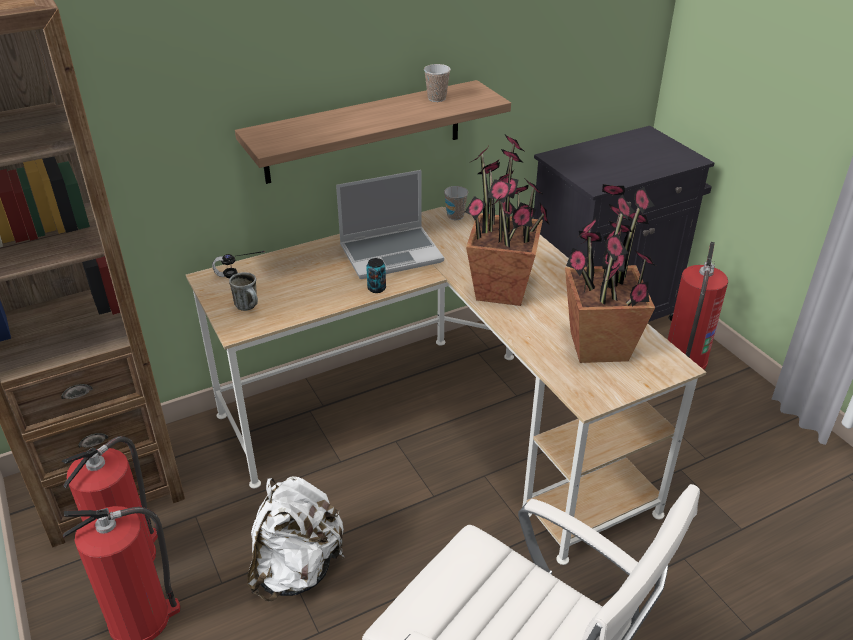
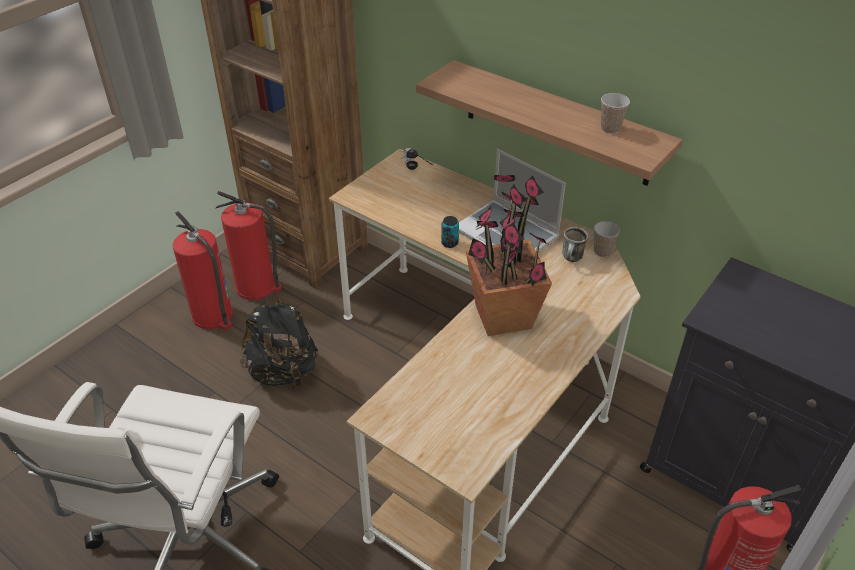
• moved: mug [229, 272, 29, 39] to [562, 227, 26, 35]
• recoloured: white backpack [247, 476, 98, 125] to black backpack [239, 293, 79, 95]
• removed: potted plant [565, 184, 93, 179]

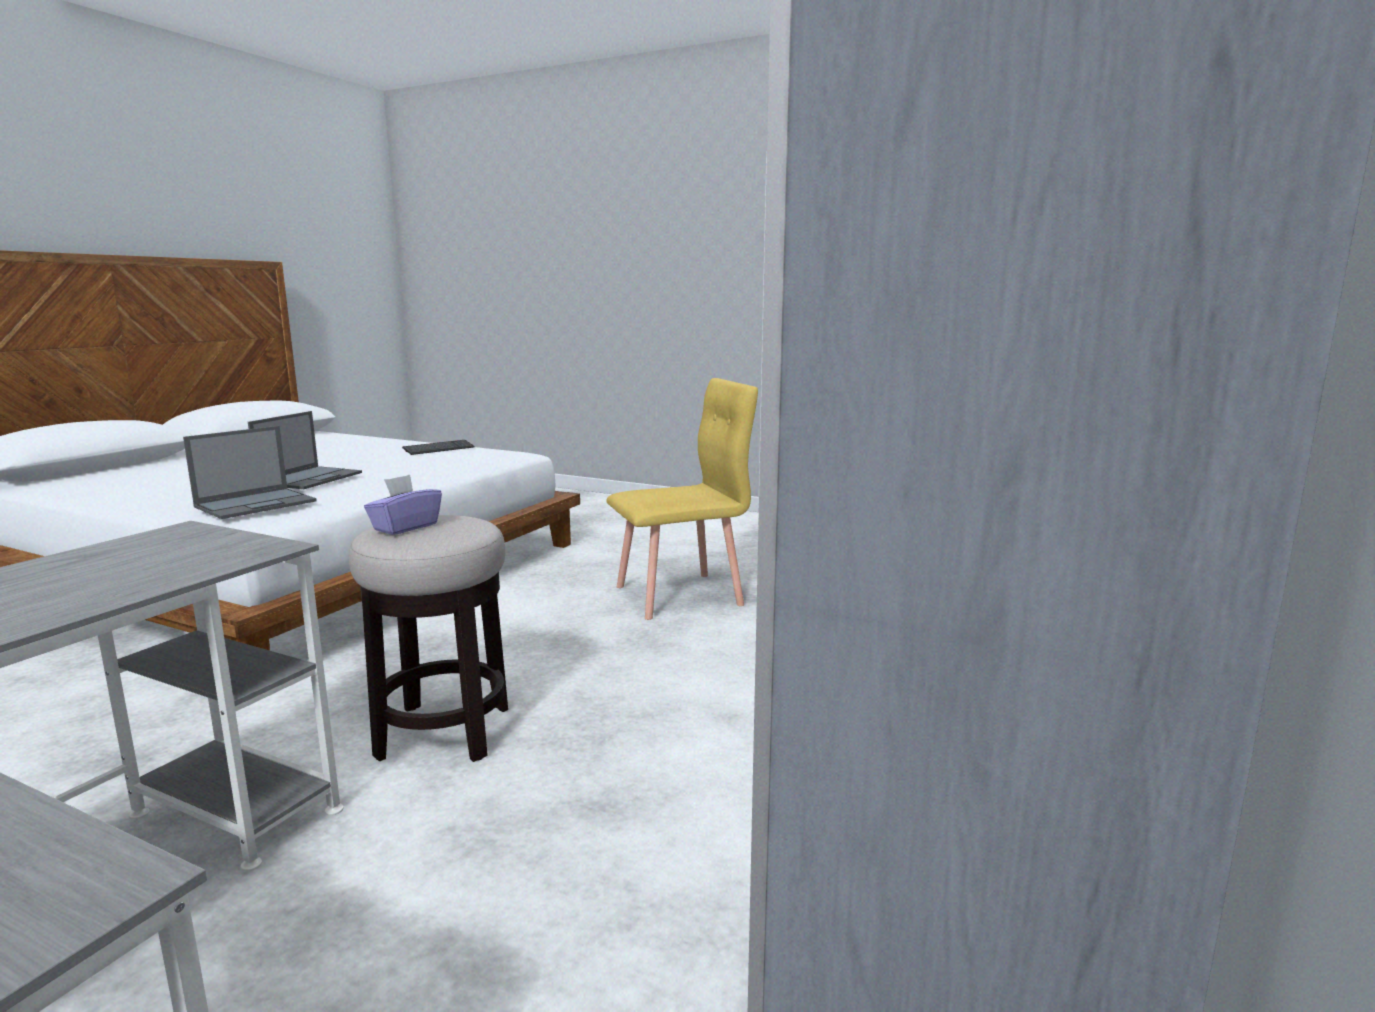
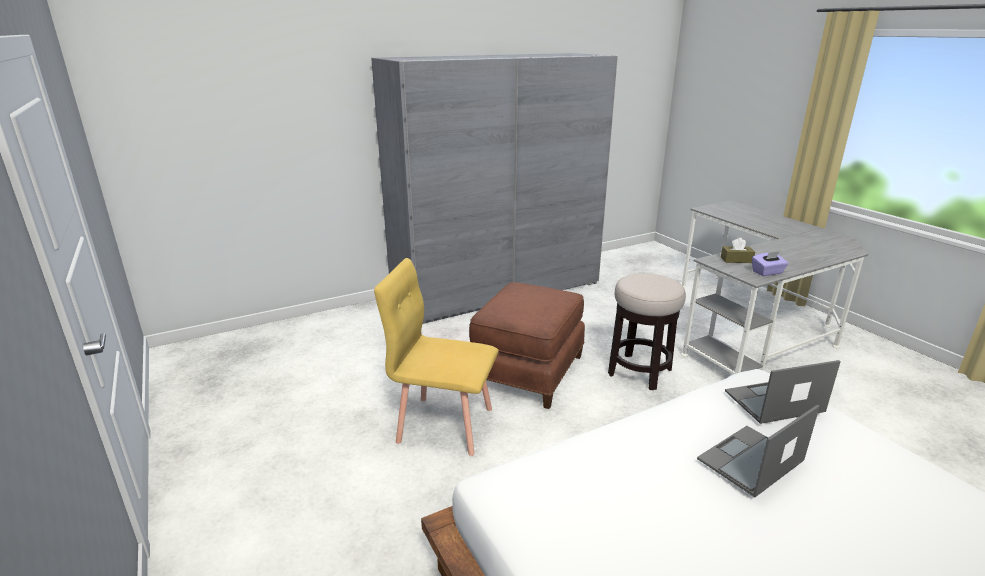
• moved: purple tissue box [364, 475, 78, 60] to [752, 251, 36, 25]
• removed: keyboard [402, 440, 73, 15]
• added: brown ottoman [469, 282, 116, 127]
• added: brown tissue box [721, 238, 34, 25]

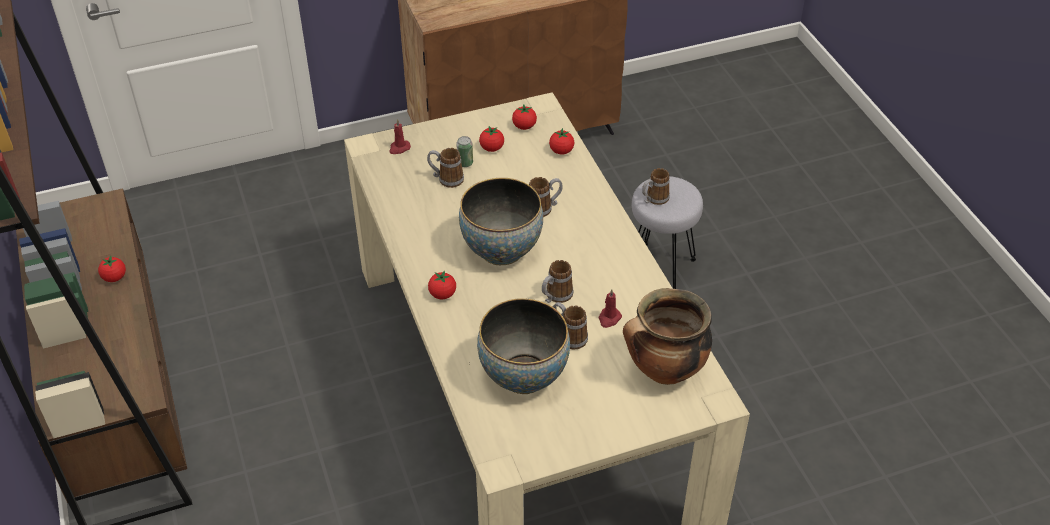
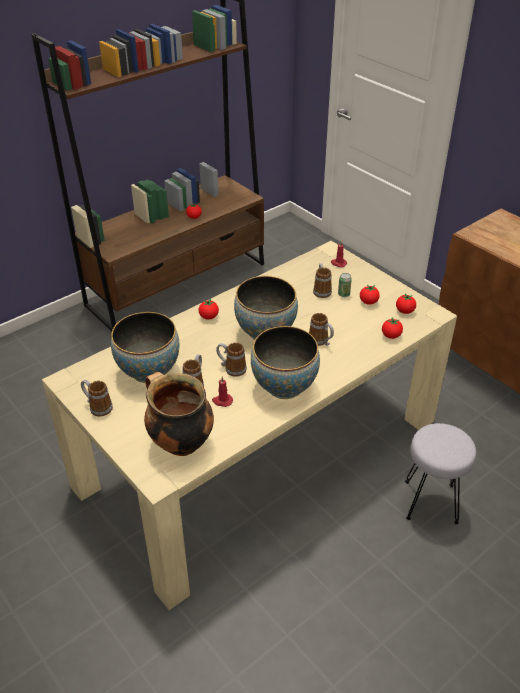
• moved: mug [642, 168, 28, 37] to [81, 380, 32, 37]
• added: bowl [251, 326, 69, 73]

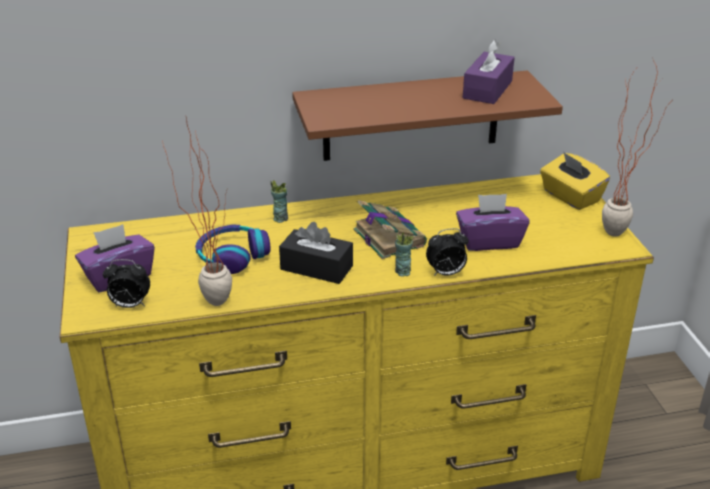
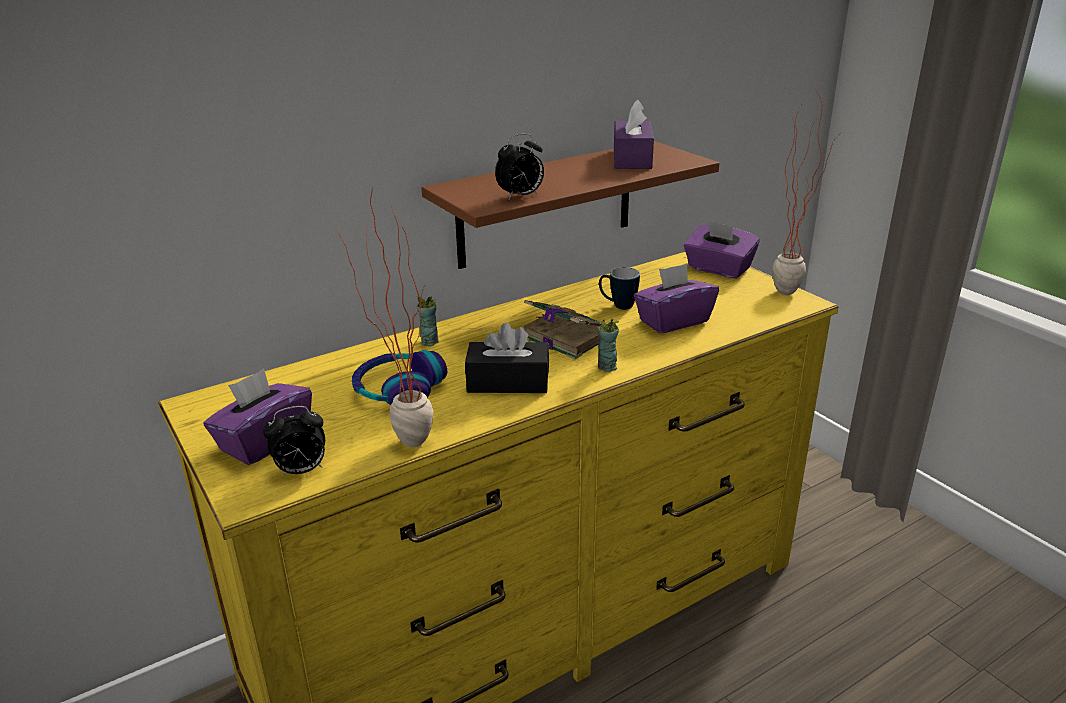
• moved: alarm clock [426, 228, 43, 48] to [495, 133, 49, 66]
• recoloured: yellow tissue box [540, 152, 70, 58] to purple tissue box [684, 220, 76, 59]
• added: mug [599, 267, 41, 43]

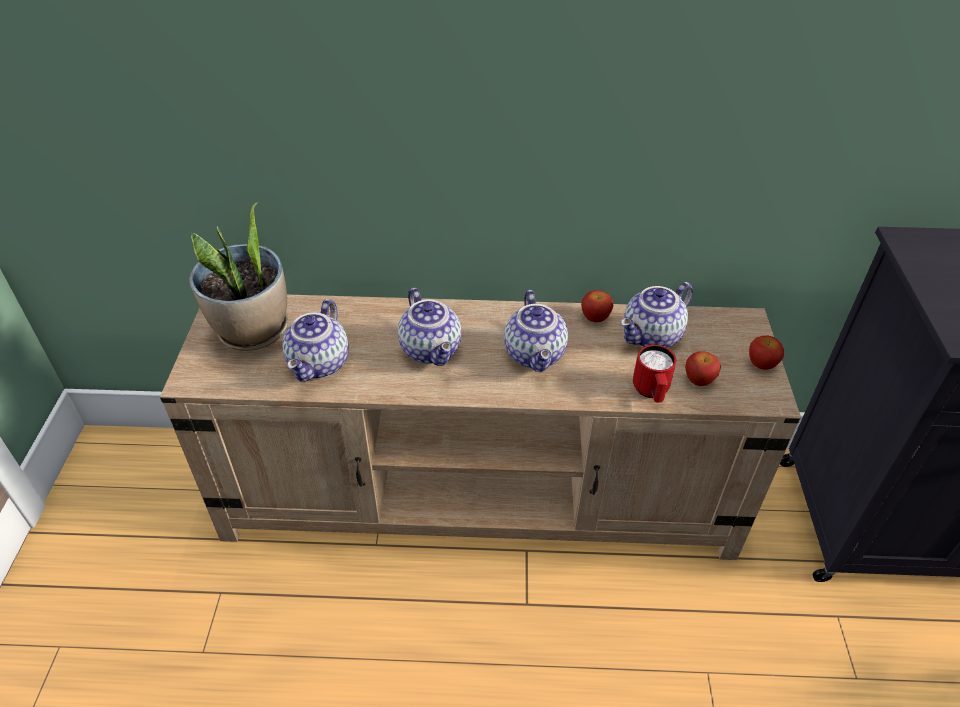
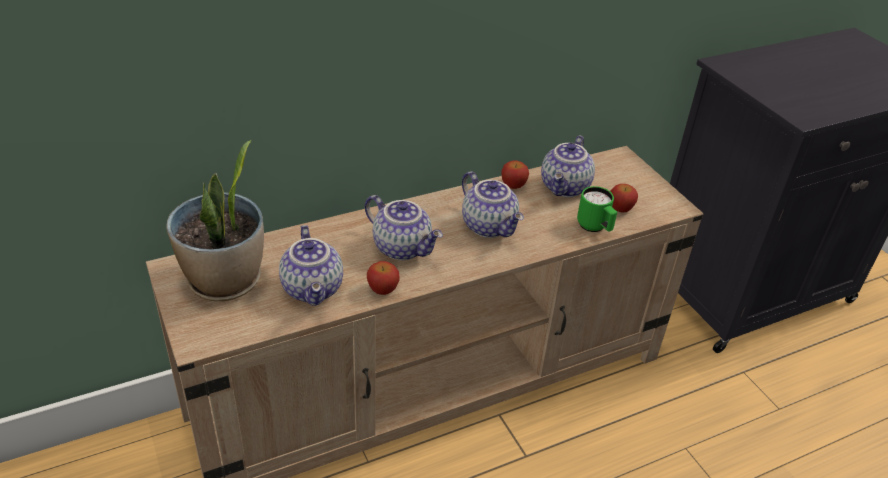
• recoloured: red mug [633, 345, 43, 58] to green mug [577, 186, 40, 46]
• moved: apple [749, 336, 35, 34] to [367, 261, 33, 34]

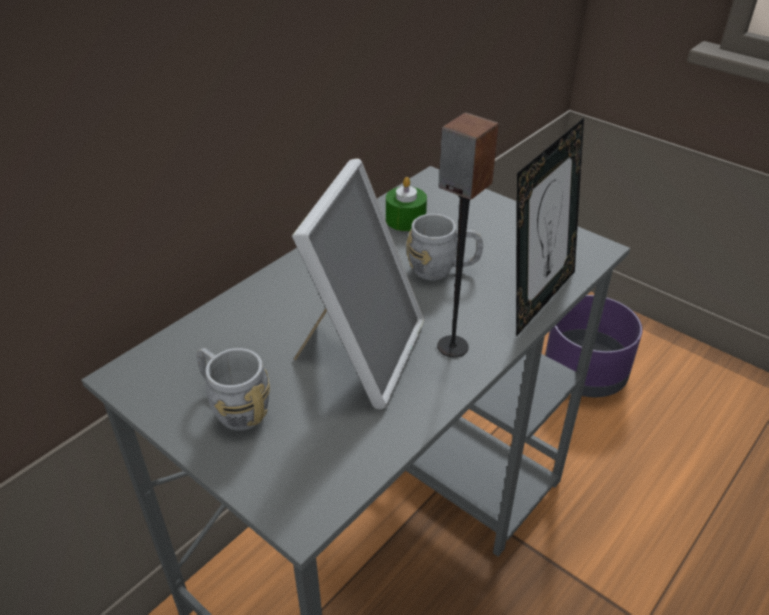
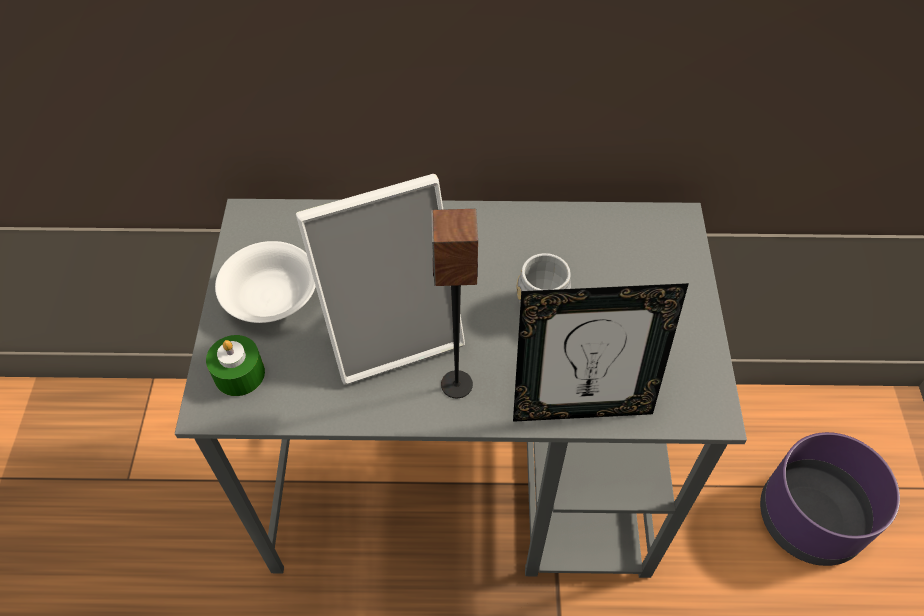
• replaced: grey mug [197, 348, 73, 83] to white bowl [215, 241, 101, 82]
• moved: green candle [386, 177, 41, 54] to [206, 335, 59, 61]

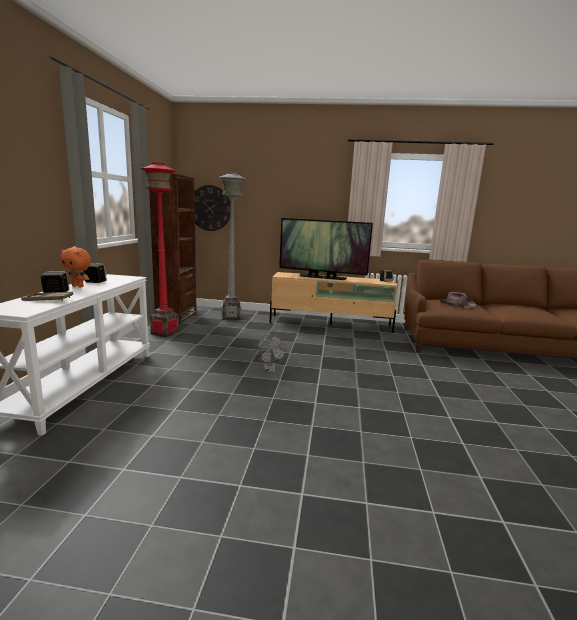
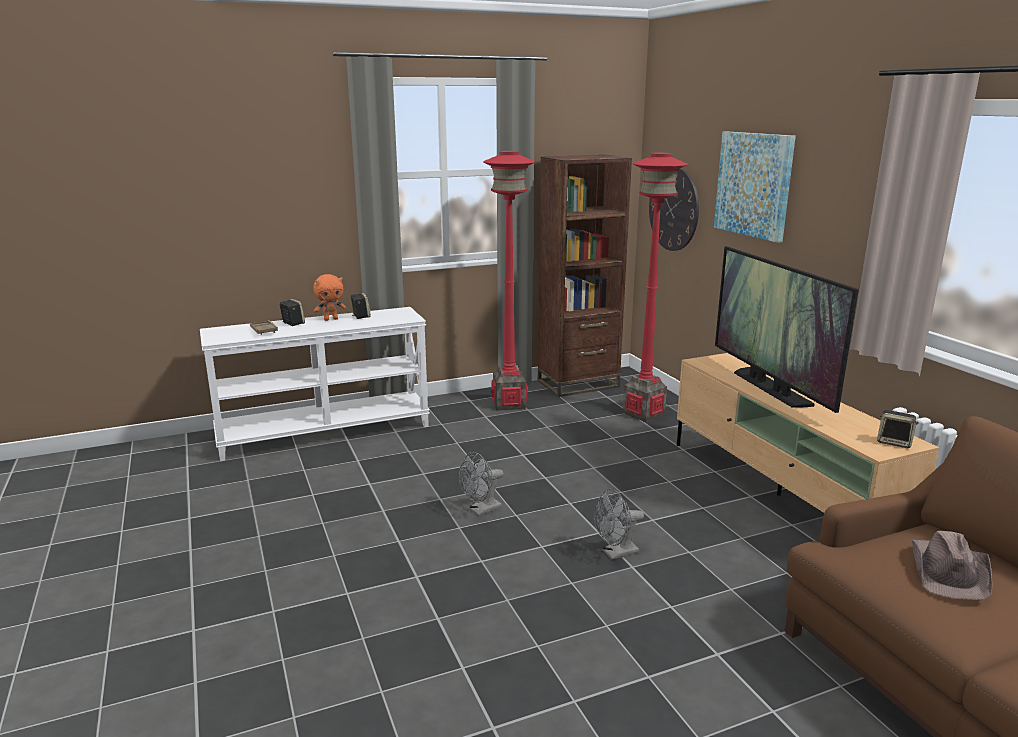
• turned: orange plush toy [60, 247, 31, 40] = [313, 274, 33, 47] 105 degrees counterclockwise
• recoloured: grey floor lamp [218, 172, 29, 148] to red floor lamp [623, 153, 65, 269]
• added: grey fan [594, 489, 50, 71]
• added: picture [714, 131, 82, 112]

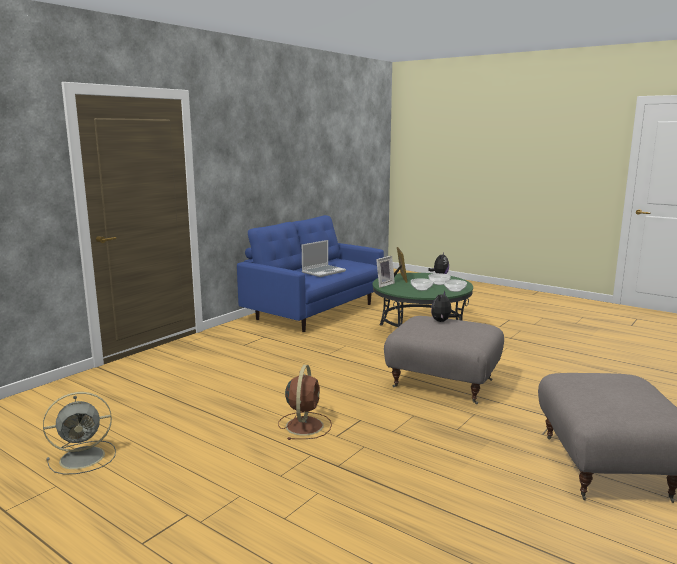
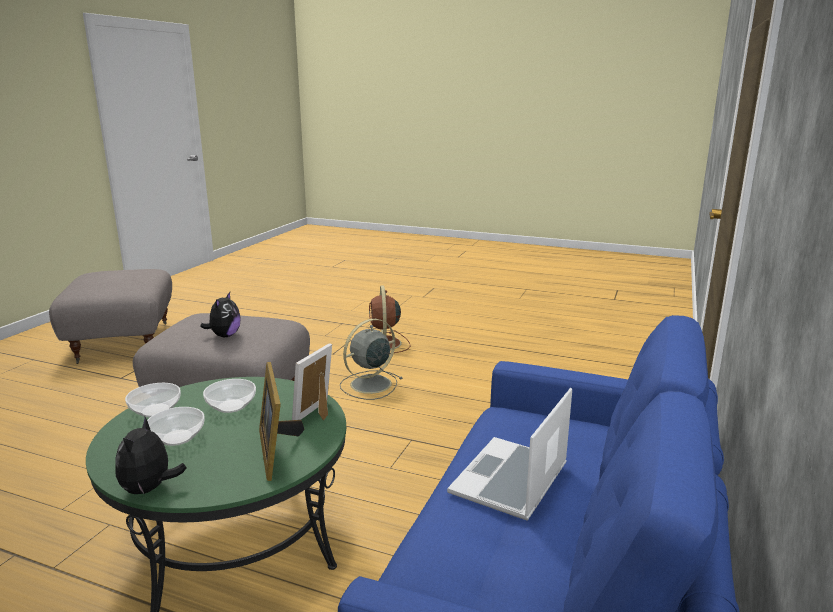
• moved: grey fan [43, 392, 73, 83] to [340, 319, 63, 81]

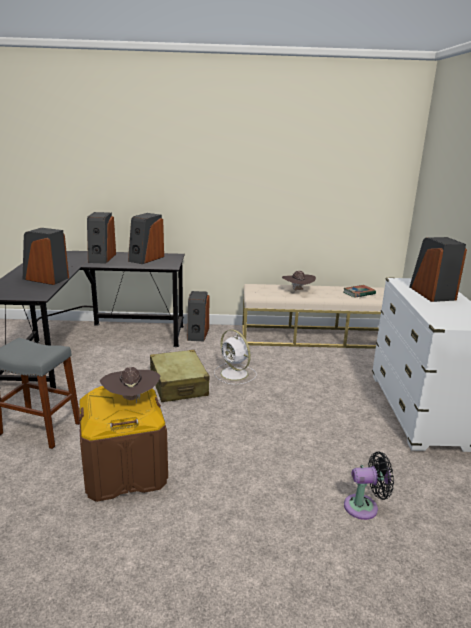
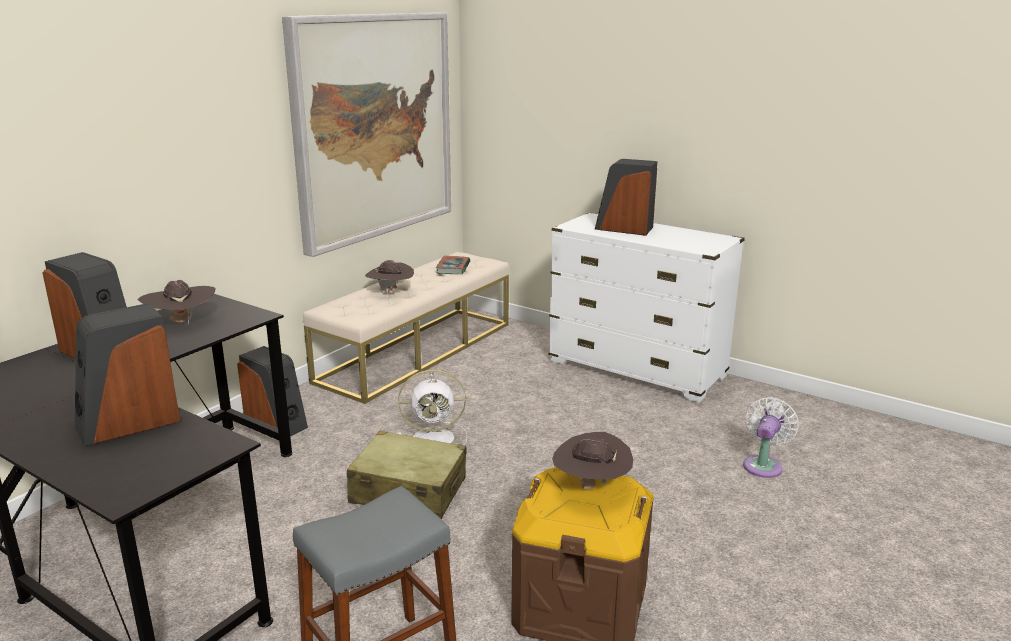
• replaced: speaker [128, 213, 36, 51] to brown hat [138, 280, 78, 44]
• recoloured: black fan [344, 452, 50, 68] to white fan [743, 397, 56, 81]
• added: picture [282, 12, 169, 245]

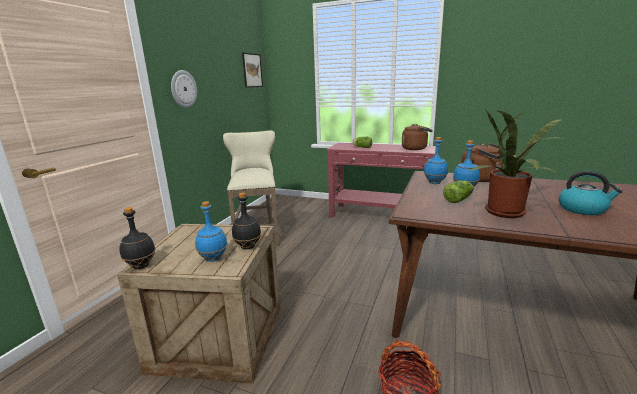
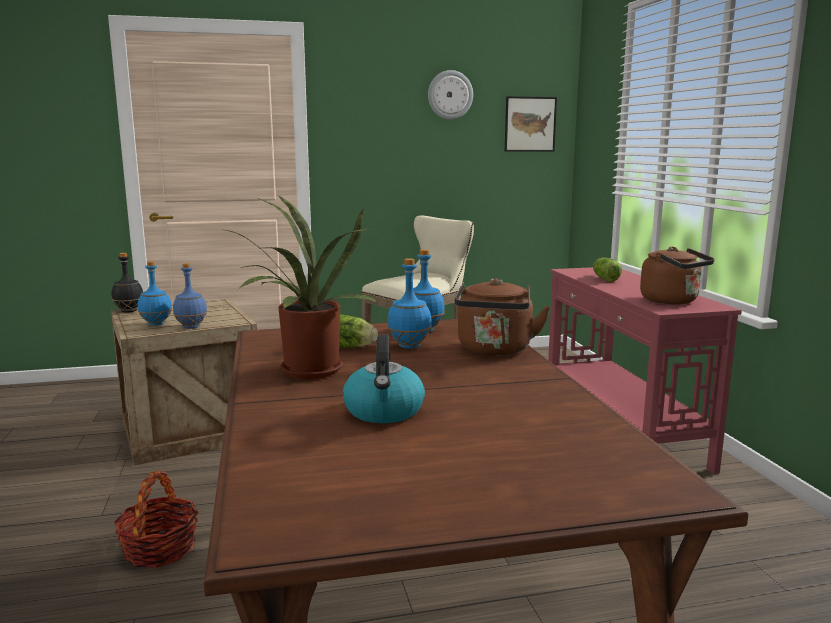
• moved: wall clock [171, 70, 26, 38] to [428, 70, 45, 50]
• recoloured: black bottle [232, 193, 29, 56] to blue bottle [173, 263, 34, 66]

